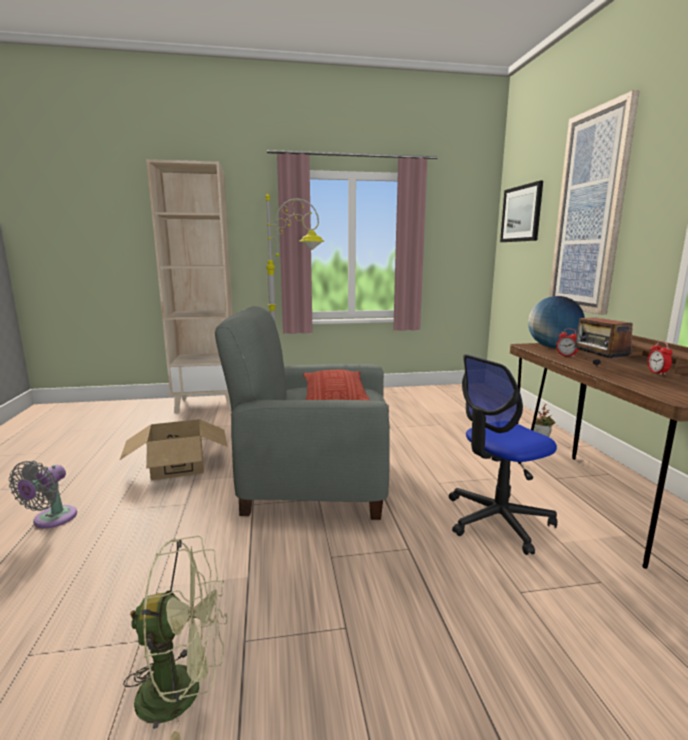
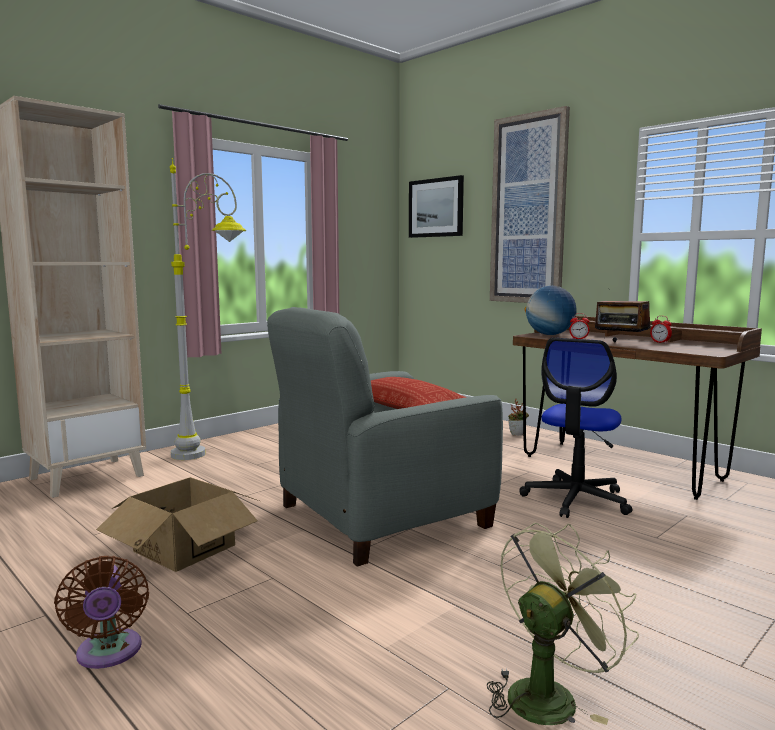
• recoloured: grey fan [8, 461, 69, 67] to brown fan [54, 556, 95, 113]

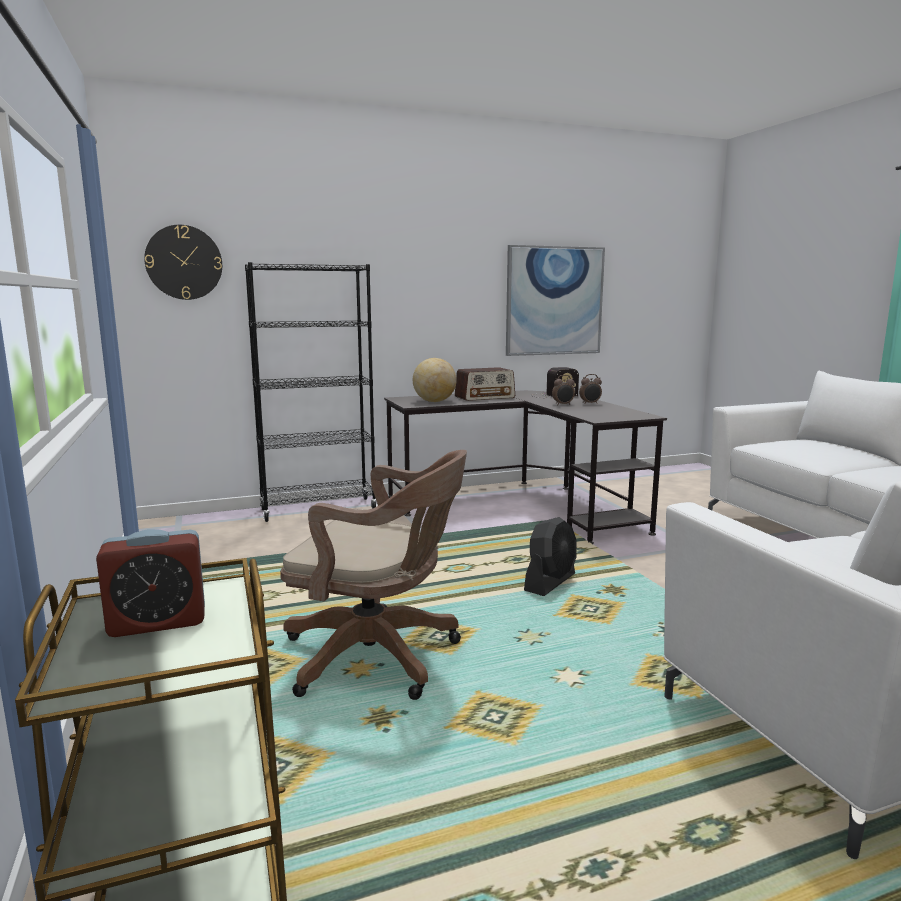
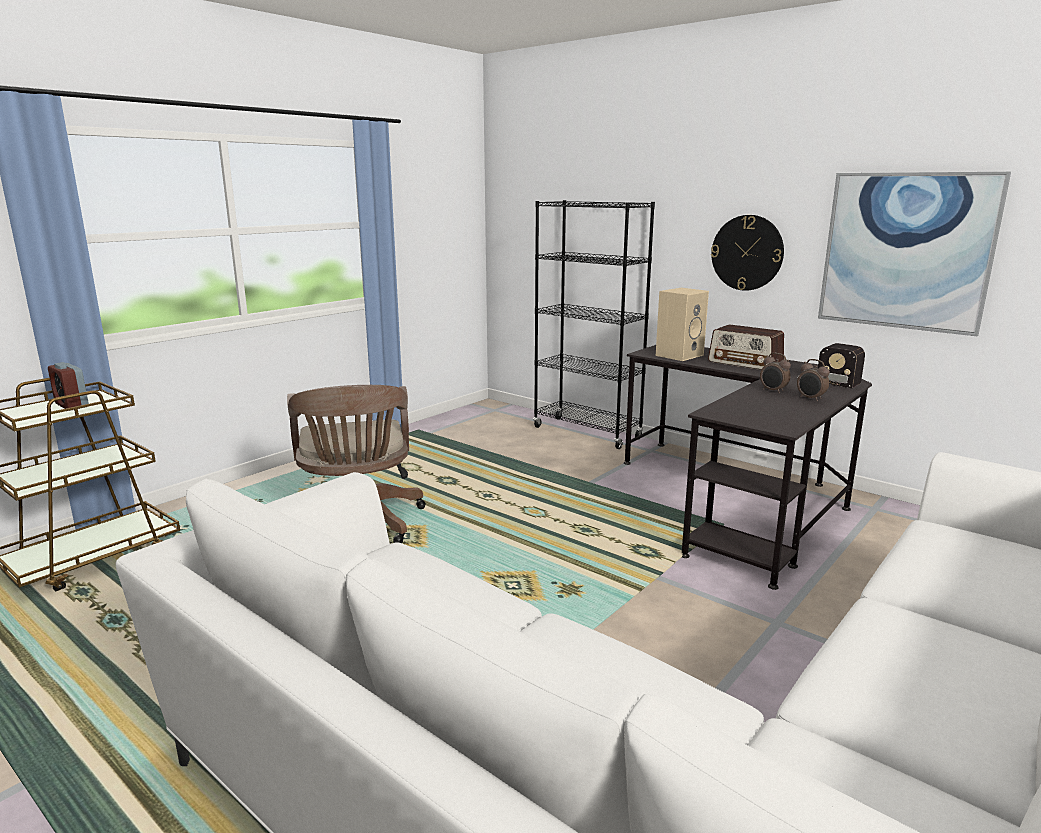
• moved: wall clock [144, 225, 78, 75] to [711, 215, 73, 76]
• replaced: globe [413, 358, 44, 44] to beige speaker [656, 288, 53, 73]
• removed: black fan [524, 517, 53, 79]

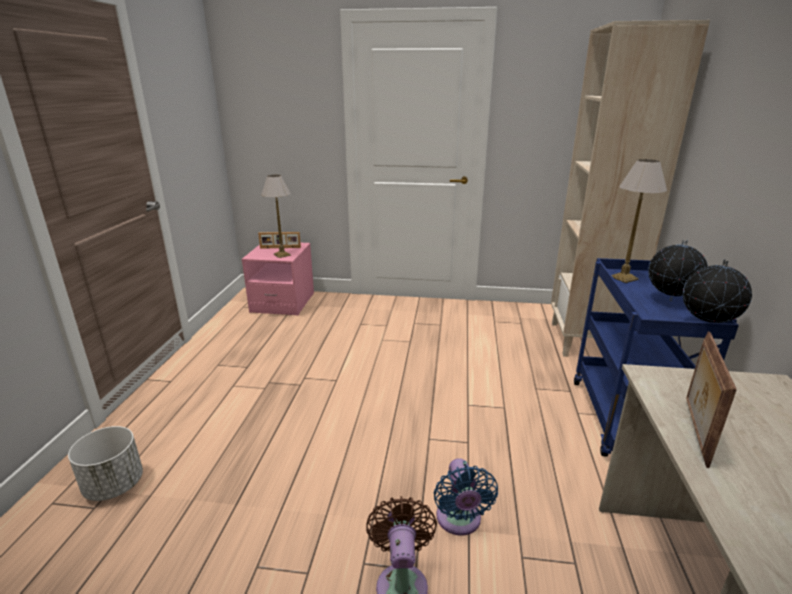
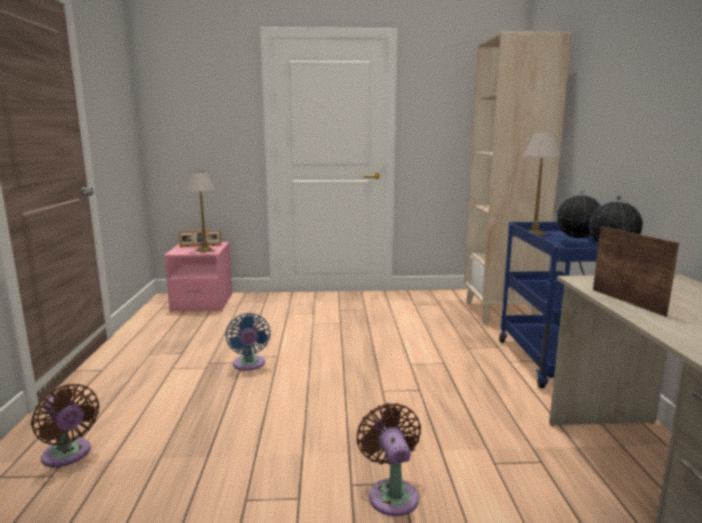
• replaced: white planter [68, 426, 75, 75] to brown fan [31, 384, 68, 83]
• moved: blue fan [434, 458, 64, 78] to [225, 313, 46, 58]
• turned: picture frame [686, 332, 51, 136] = [593, 226, 86, 91] 150 degrees clockwise

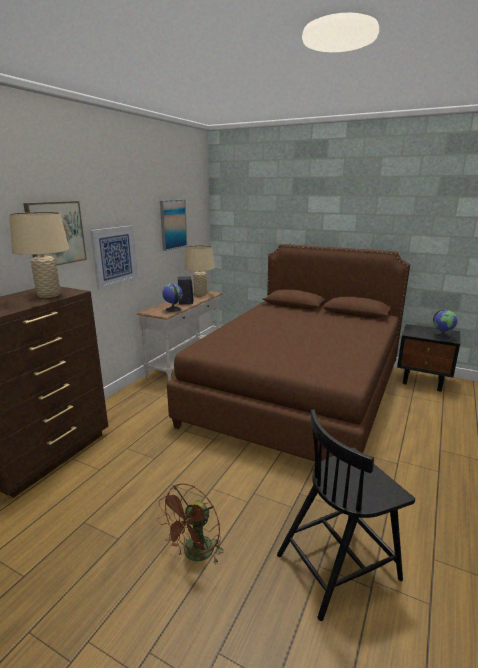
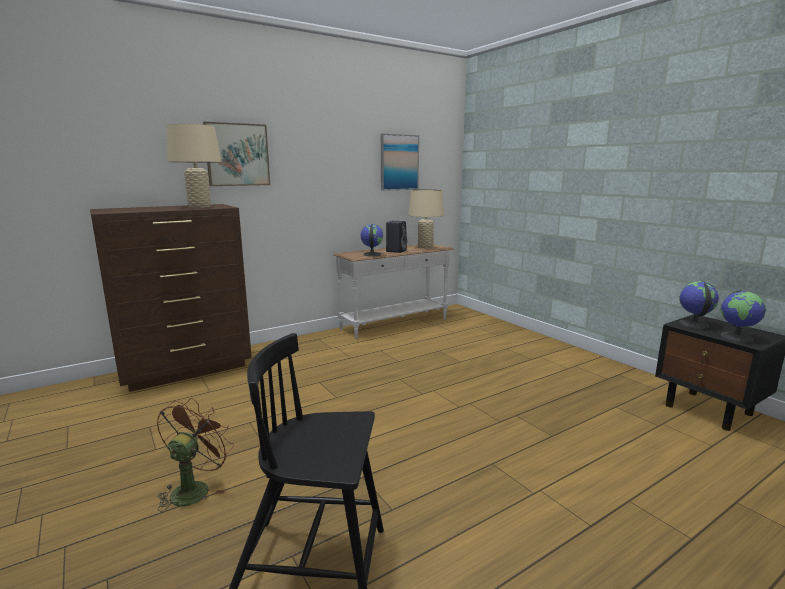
• removed: picture [90, 225, 48, 65]
• turned: brown fan [157, 483, 67, 81] = [157, 398, 77, 114] 135 degrees clockwise
• removed: brown bed [167, 244, 243, 217]
• added: globe [679, 281, 40, 48]

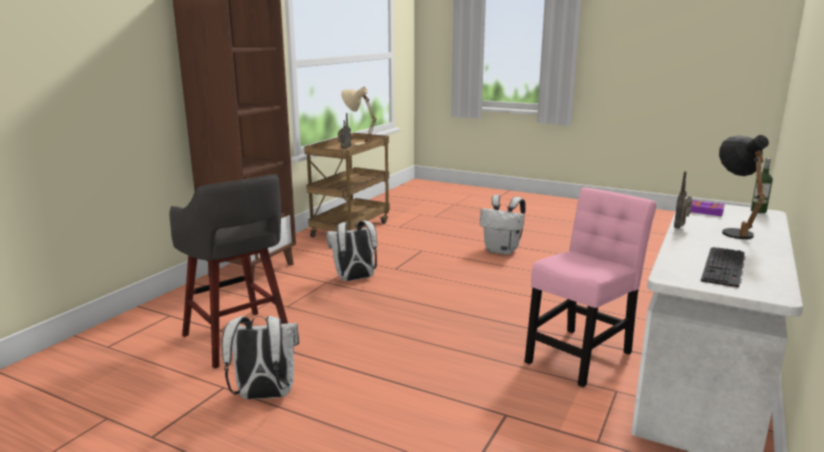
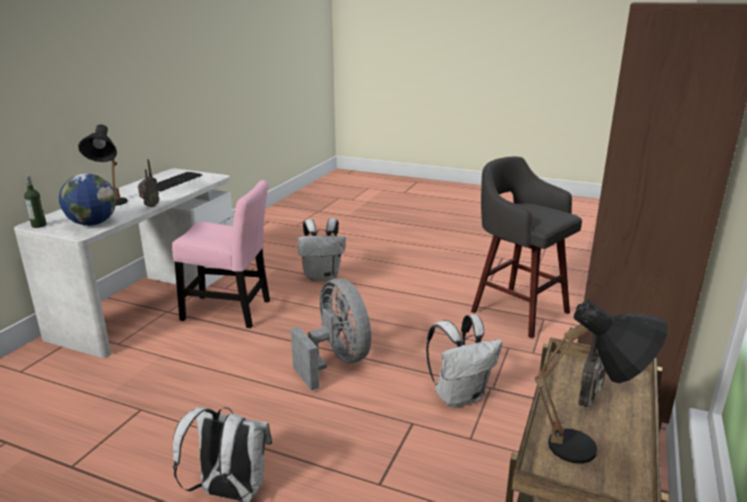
• moved: white backpack [222, 316, 77, 83] to [298, 218, 48, 63]
• recoloured: beige table lamp [341, 86, 35, 60] to black table lamp [535, 300, 132, 164]
• turned: pink chair [524, 187, 132, 200] = [172, 180, 98, 148] 120 degrees counterclockwise
• replaced: purple book [691, 200, 34, 16] to globe [59, 173, 57, 53]
• added: grey fan [291, 278, 80, 113]

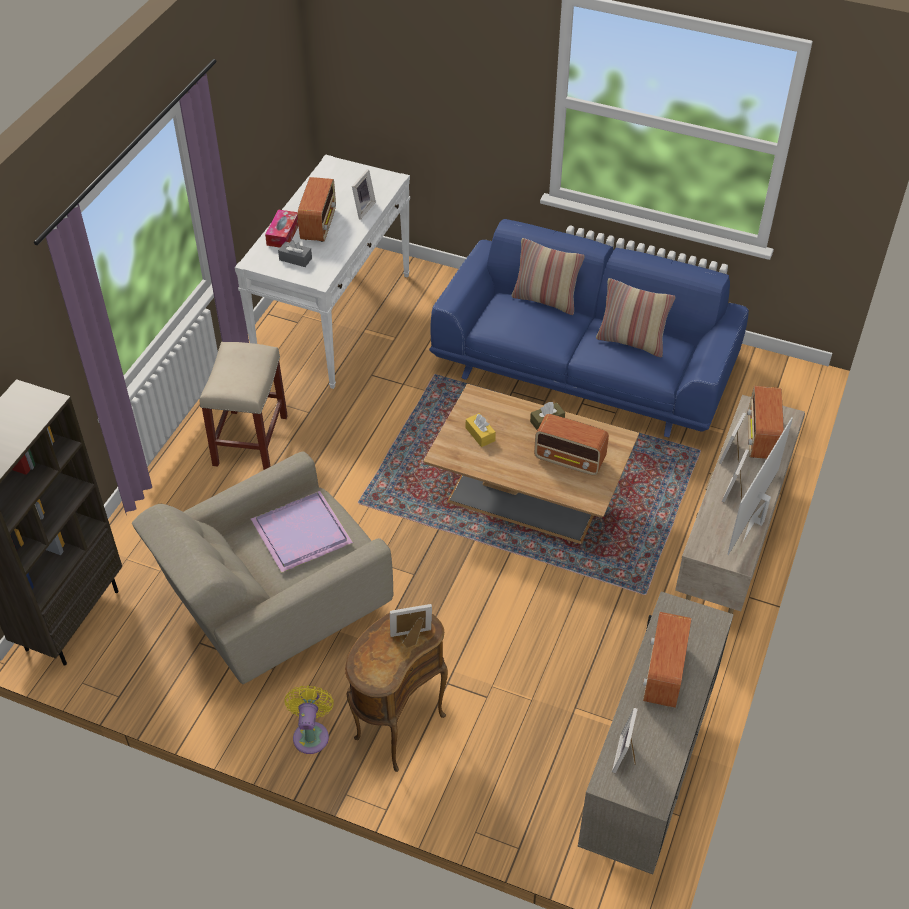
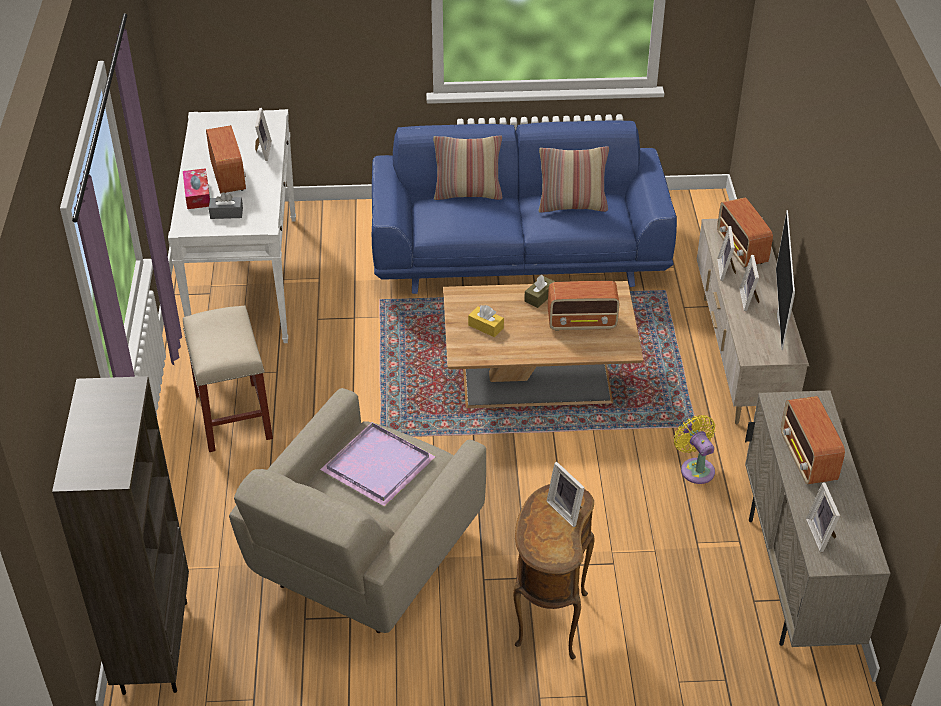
• moved: yellow fan [285, 685, 49, 69] to [674, 415, 41, 69]
• turned: picture frame [390, 604, 42, 44] = [547, 462, 38, 65] 90 degrees counterclockwise

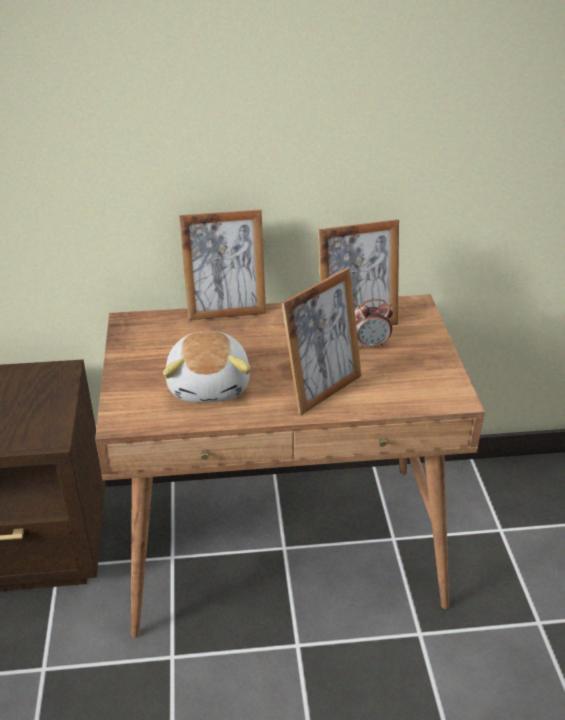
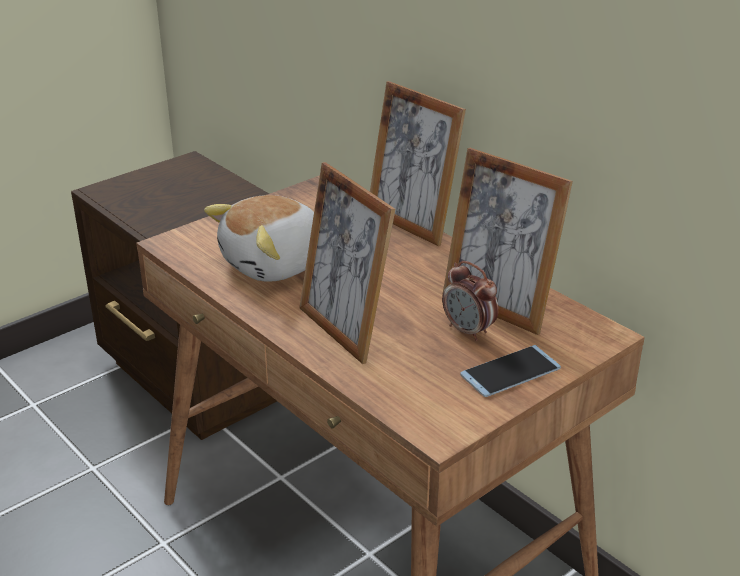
• turned: picture frame [281, 267, 81, 148] = [300, 162, 95, 202] 45 degrees clockwise
• added: phone [460, 345, 101, 52]

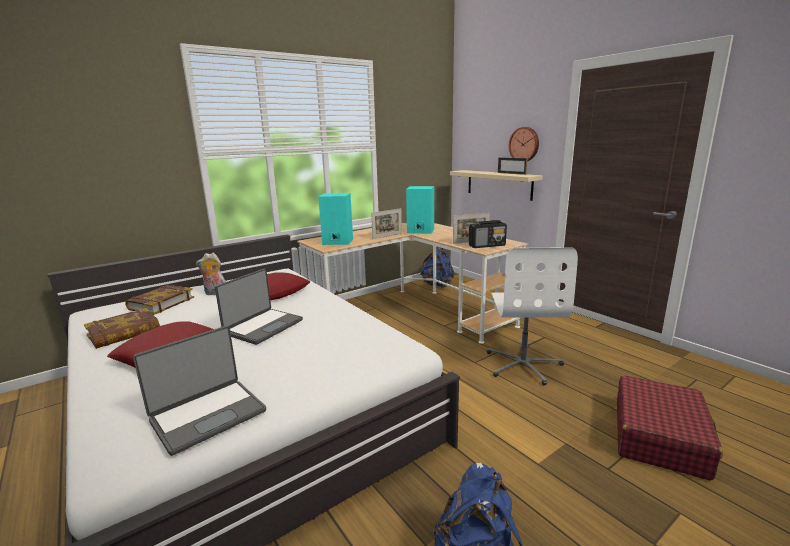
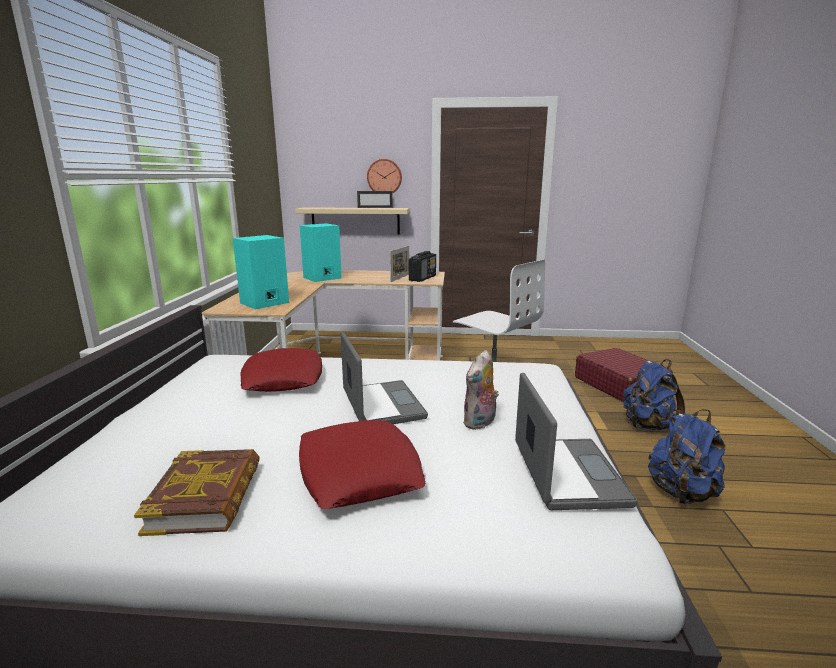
• removed: book [125, 285, 69, 30]
• moved: plush toy [196, 253, 30, 42] to [463, 350, 36, 80]
• removed: picture frame [371, 208, 31, 31]
• moved: blue backpack [420, 248, 34, 40] to [623, 359, 62, 71]

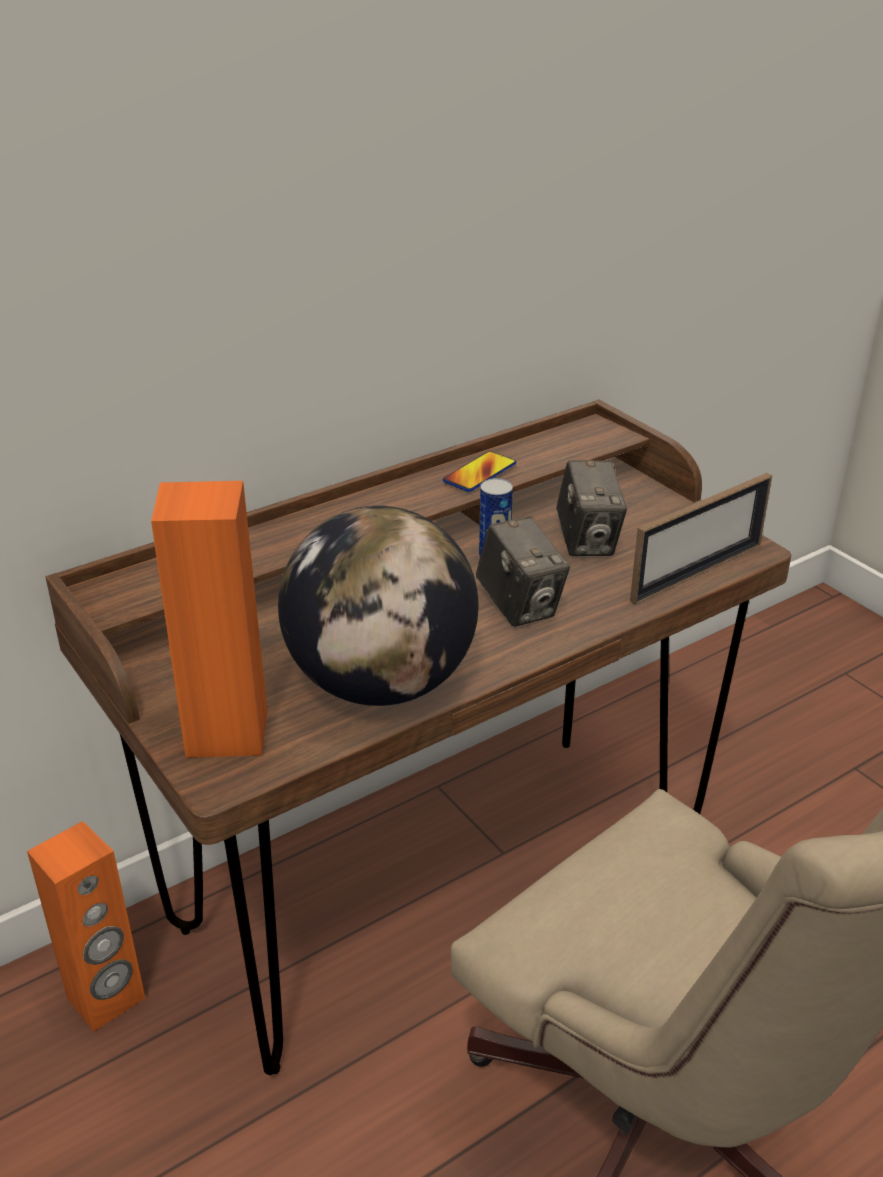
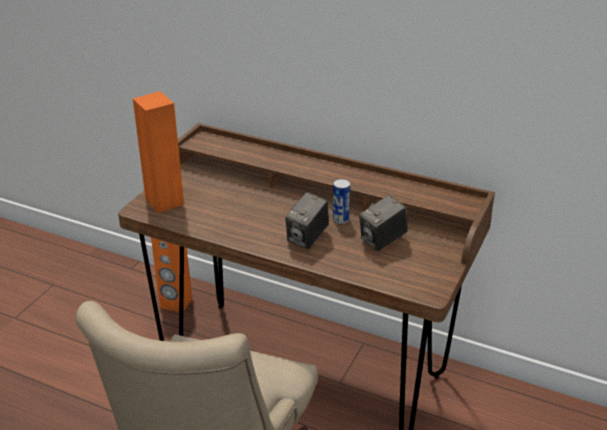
• removed: globe [278, 506, 200, 200]
• removed: phone [443, 451, 73, 41]
• removed: picture frame [630, 473, 142, 132]

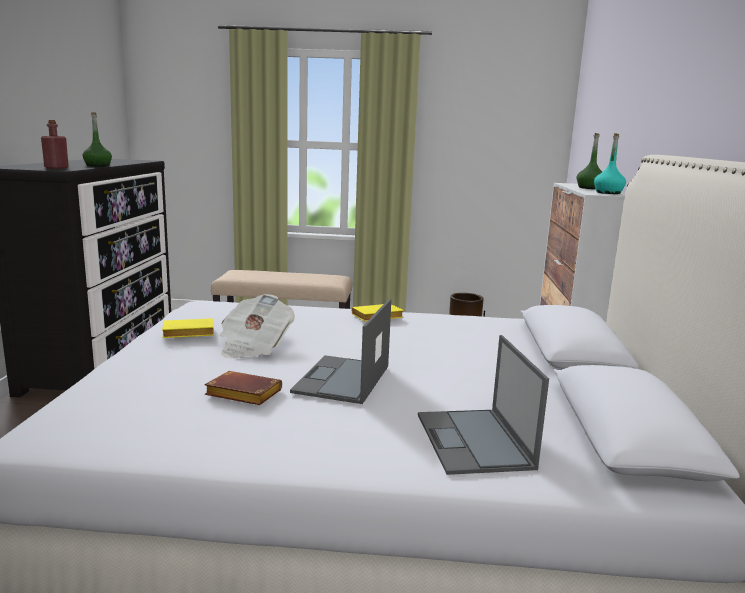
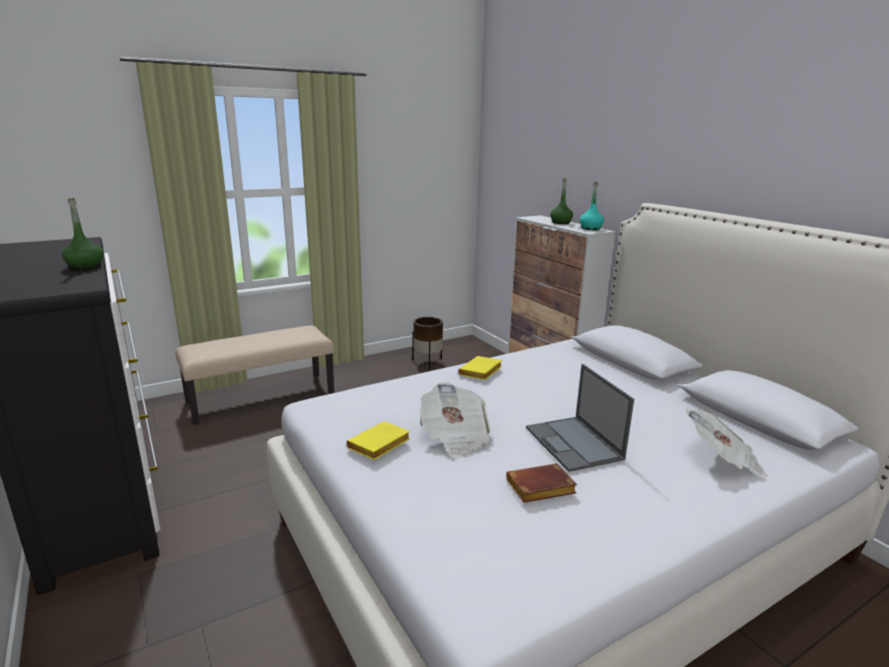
• removed: red bottle [41, 120, 28, 49]
• replaced: laptop [418, 335, 131, 140] to newspaper [686, 409, 81, 68]

